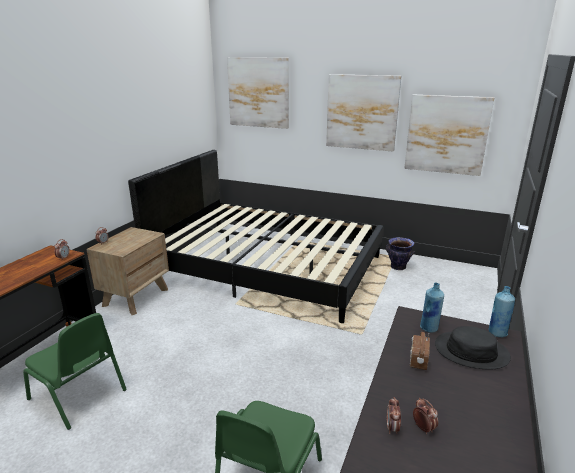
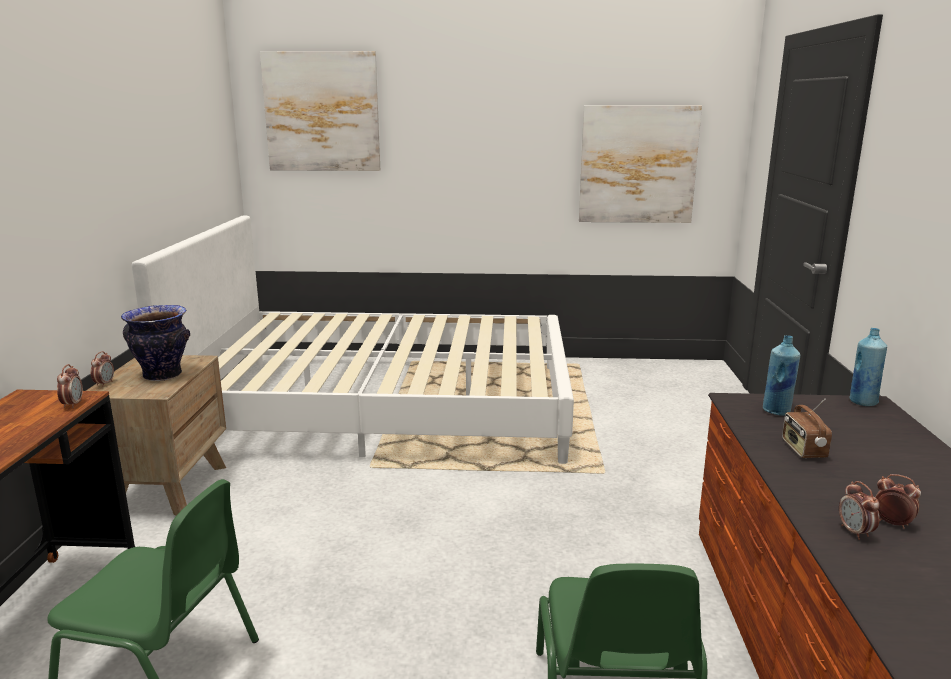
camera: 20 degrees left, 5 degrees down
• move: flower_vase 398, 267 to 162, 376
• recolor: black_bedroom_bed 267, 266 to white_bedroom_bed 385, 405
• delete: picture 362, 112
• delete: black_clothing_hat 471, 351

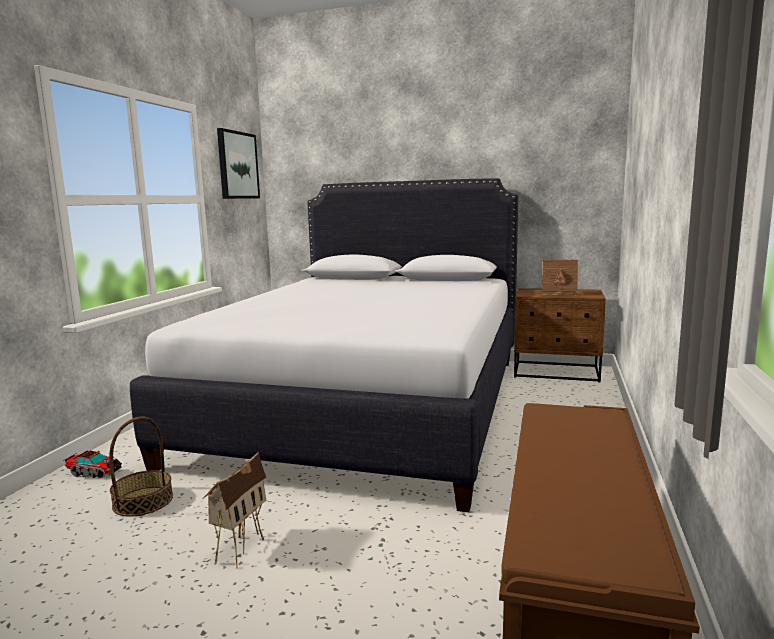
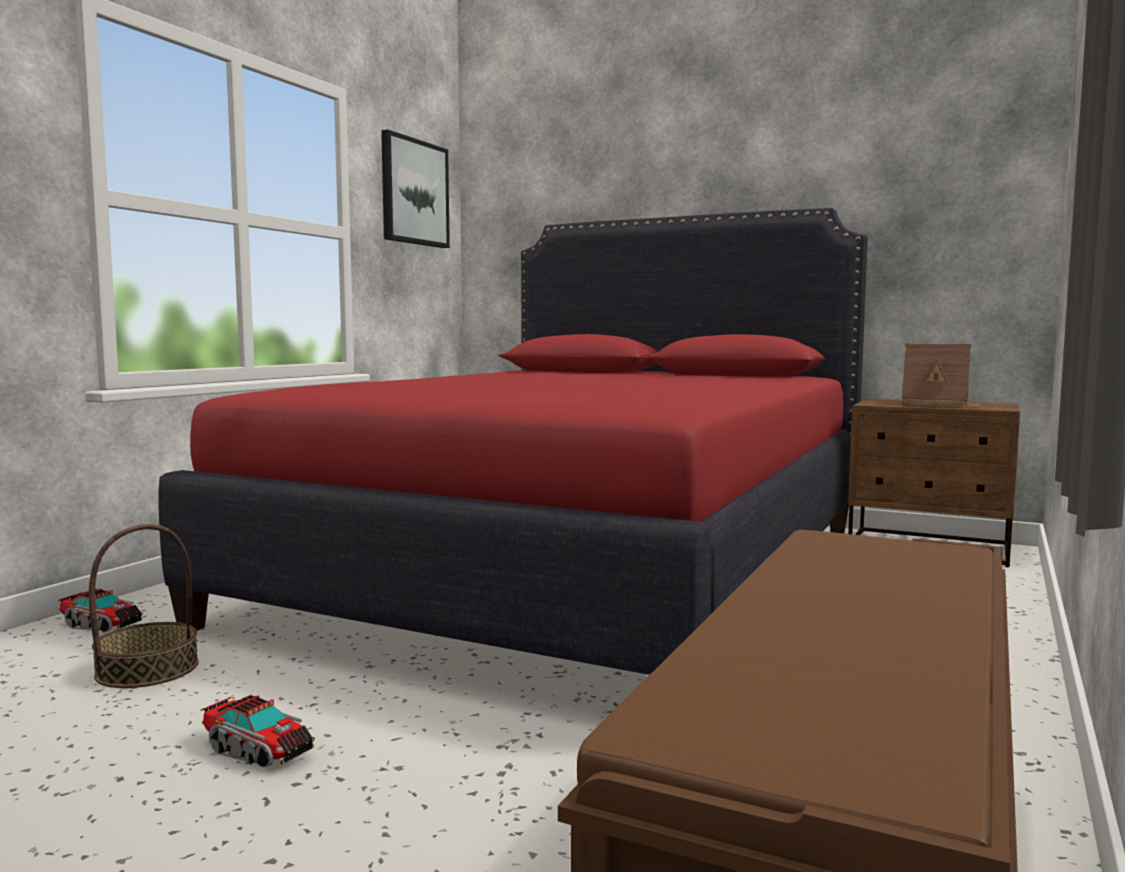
camera: 10 degrees right, 5 degrees down
• recolor: white_bedroom_bed 369, 404 to red_bedroom_bed 577, 570
• replace: model_house 239, 547 to model_truck 257, 750

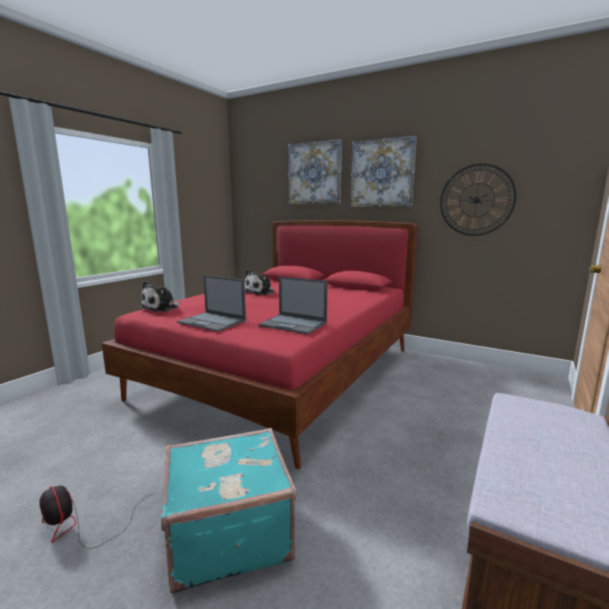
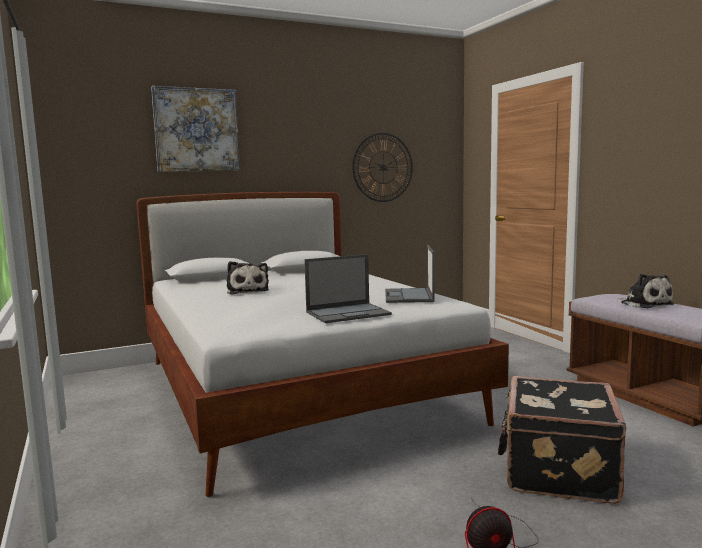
camera: 55 degrees left, 5 degrees down
• recolor: red_bedroom_bed 284, 373 to white_bedroom_bed 297, 390
• rotate: notebook_computer 294, 324 = 409, 296 120 degrees clockwise
• recolor: turquoise_travel_case 228, 533 to black_travel_case 557, 471
• move: plush_toy 162, 308 to 644, 304
• delete: picture 382, 173

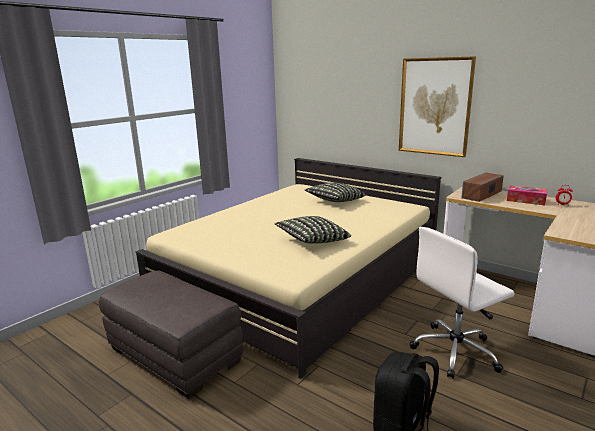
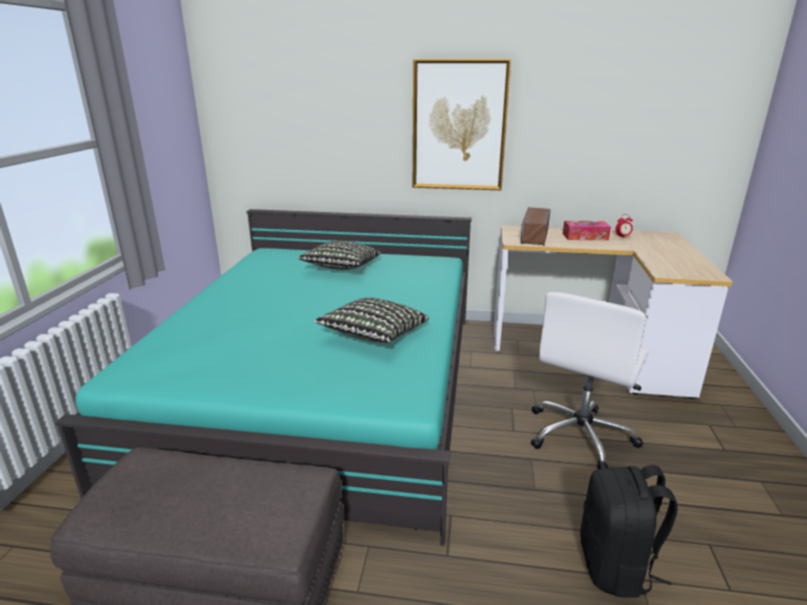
camera: 30 degrees left, 5 degrees up
• recolor: sand-coloured_bedroom_bed 300, 277 to turquoise_bedroom_bed 324, 387

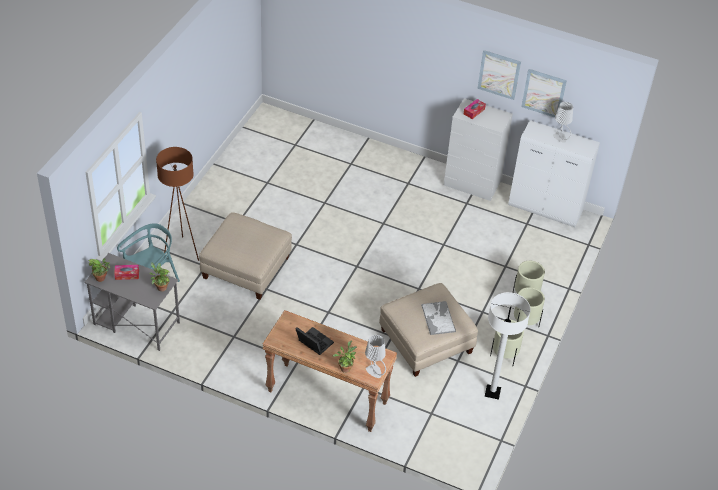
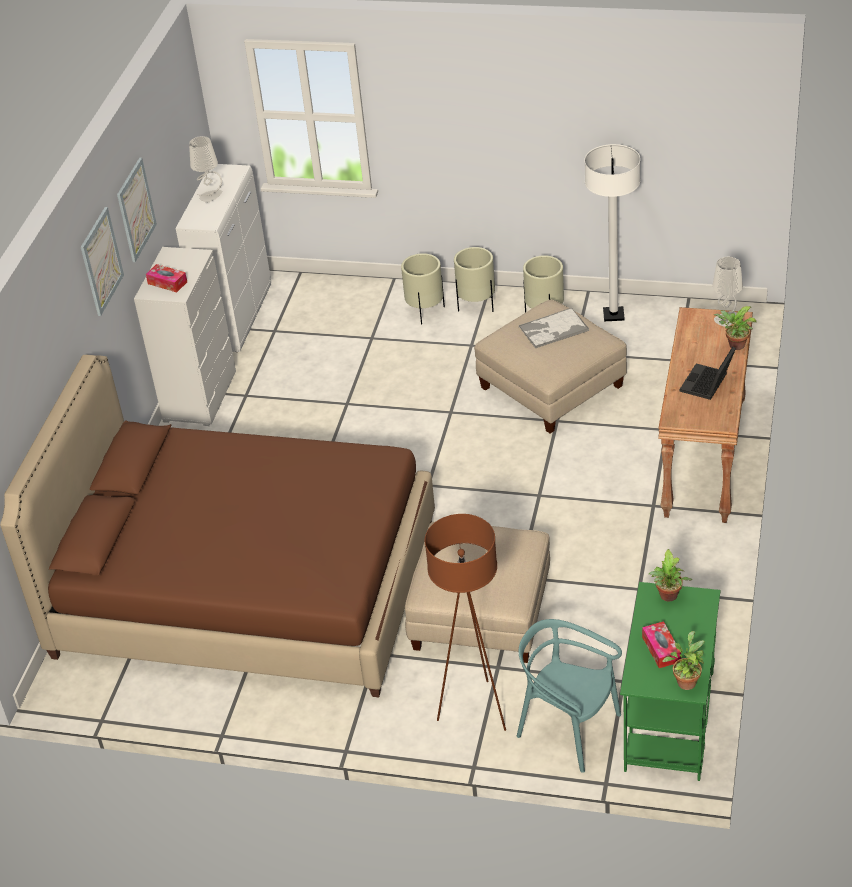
camera: 95 degrees left, 5 degrees down
• insert: brown-coloured_bedroom_bed 246, 588
• move: picture 544, 93 to 101, 261
• recolor: greyish_desk_table 136, 323 to green_desk_table 669, 721

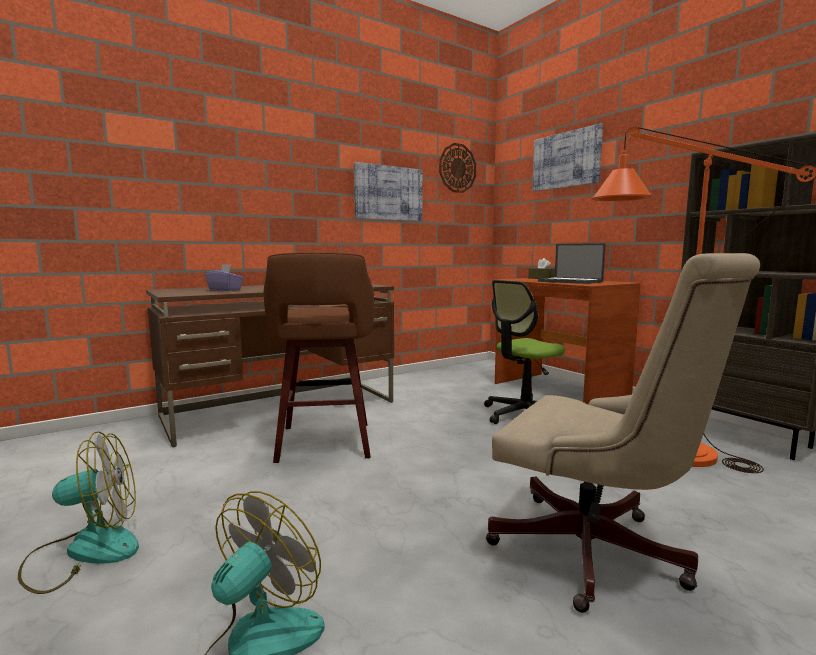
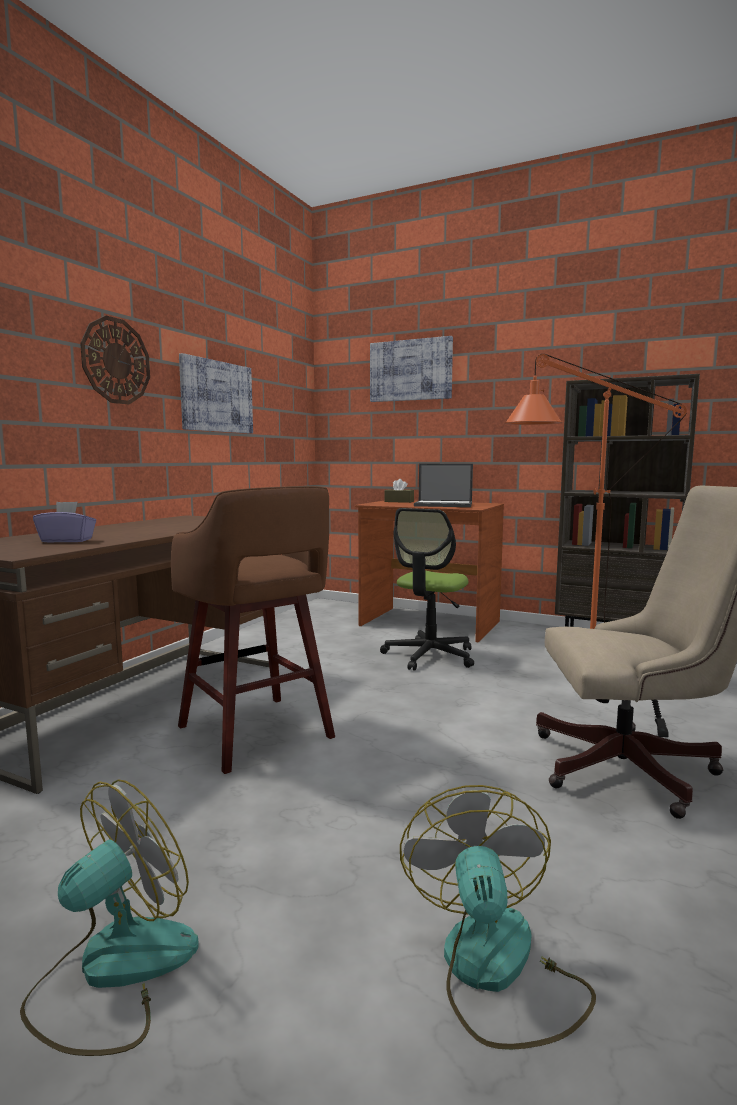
camera: 30 degrees left, 0 degrees up
• move: wall_clock 457, 168 to 116, 361

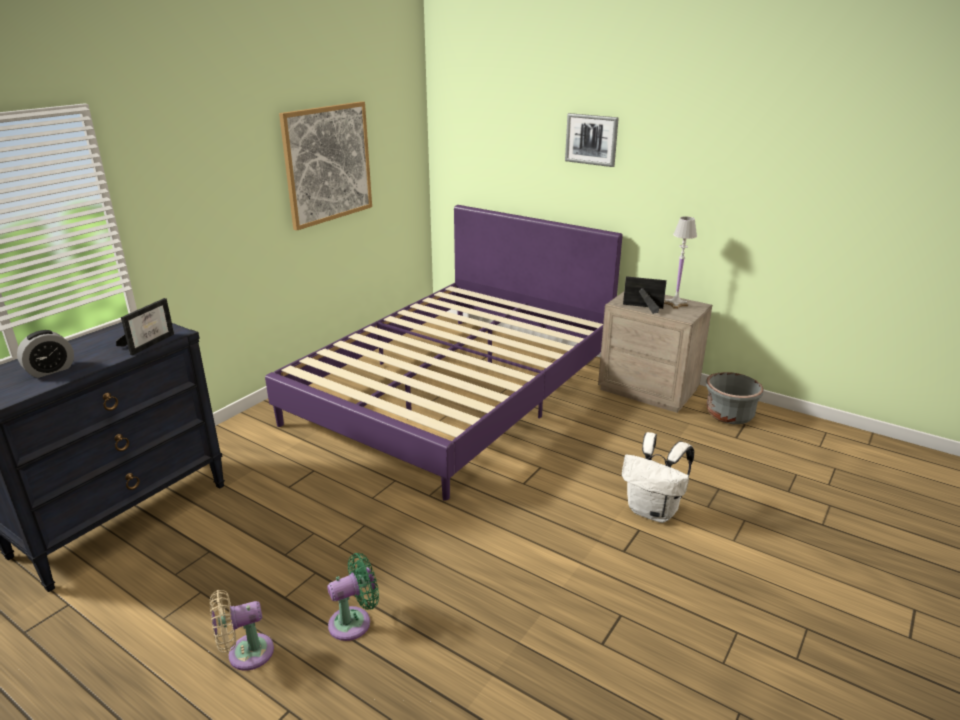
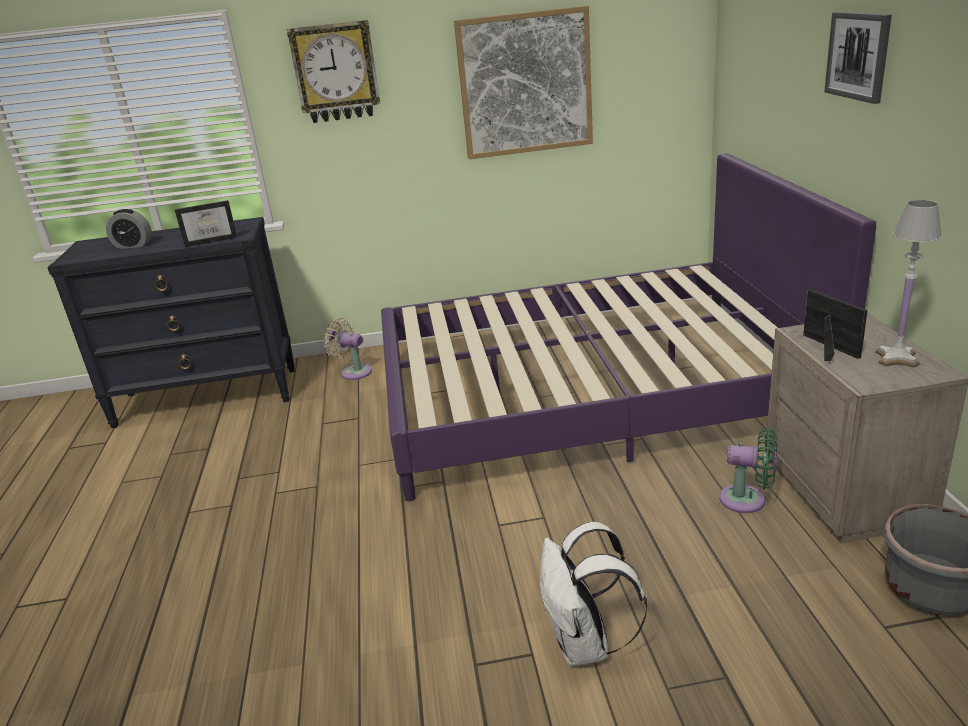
camera: 50 degrees right, 0 degrees up
• insert: wall_clock 335, 72
• move: sand-coloured_electric_fan 245, 653 to 353, 372
• move: green_electric_fan 354, 622 to 747, 500

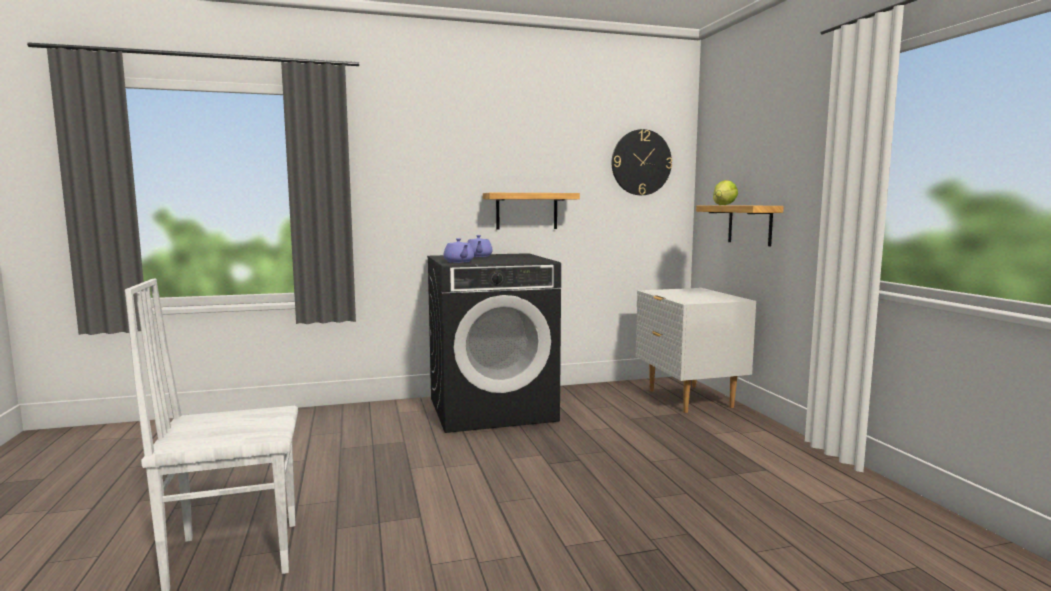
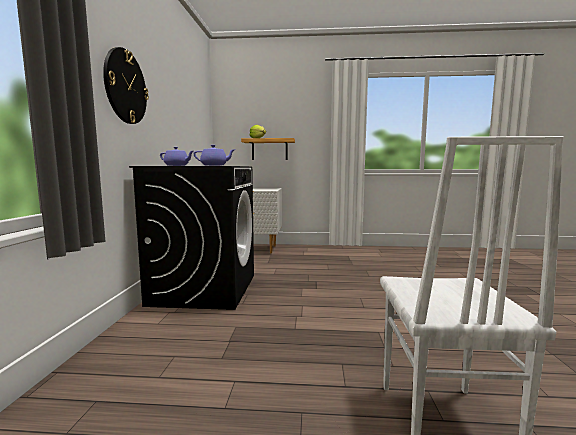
camera: 70 degrees left, 0 degrees up
• move: wall_clock 641, 162 to 125, 87
• delete: shelf 526, 211

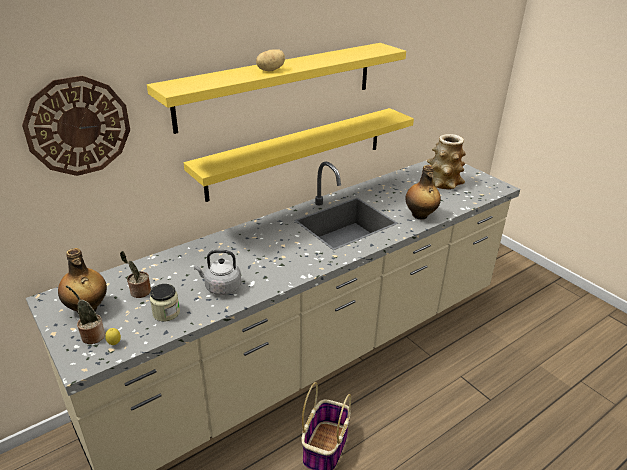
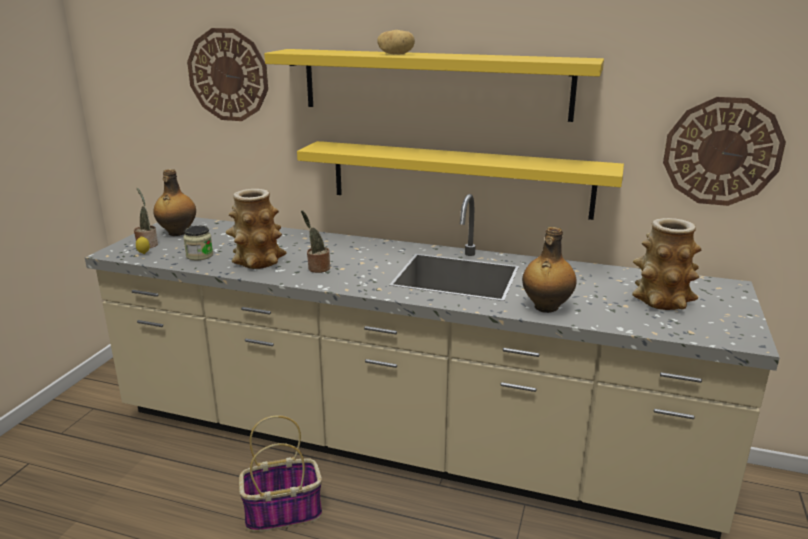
camera: 55 degrees right, 10 degrees down
• replace: greyish_water_kettle 221, 287 to flower_vase 258, 261
• move: potted_plant 139, 292 to 317, 268
• insert: wall_clock 722, 152

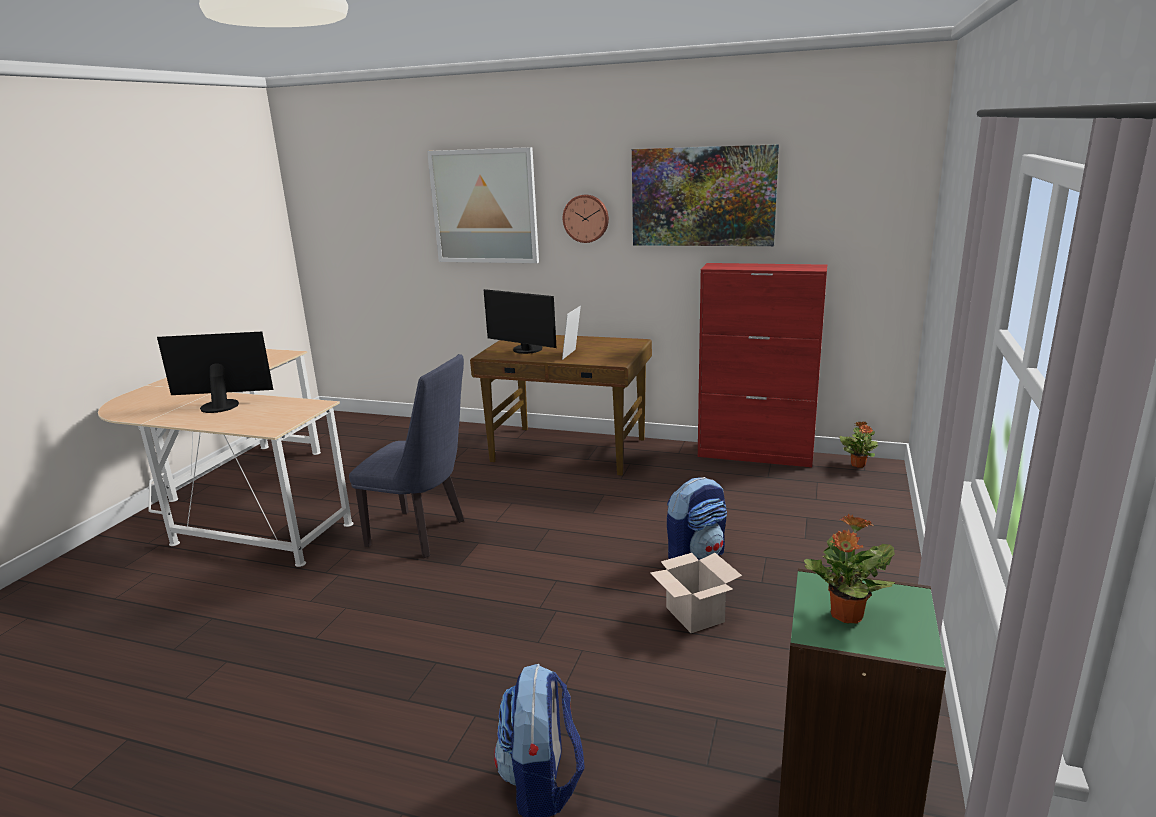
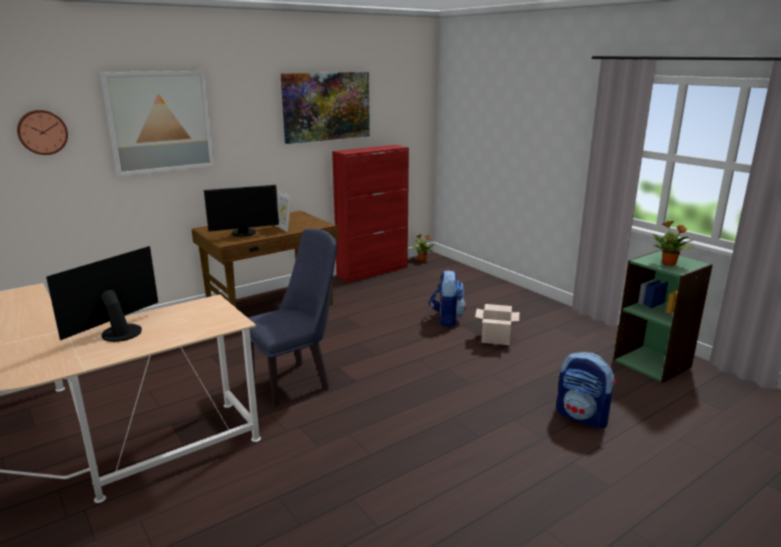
camera: 55 degrees left, 0 degrees up
• move: wall_clock 586, 218 to 42, 132

